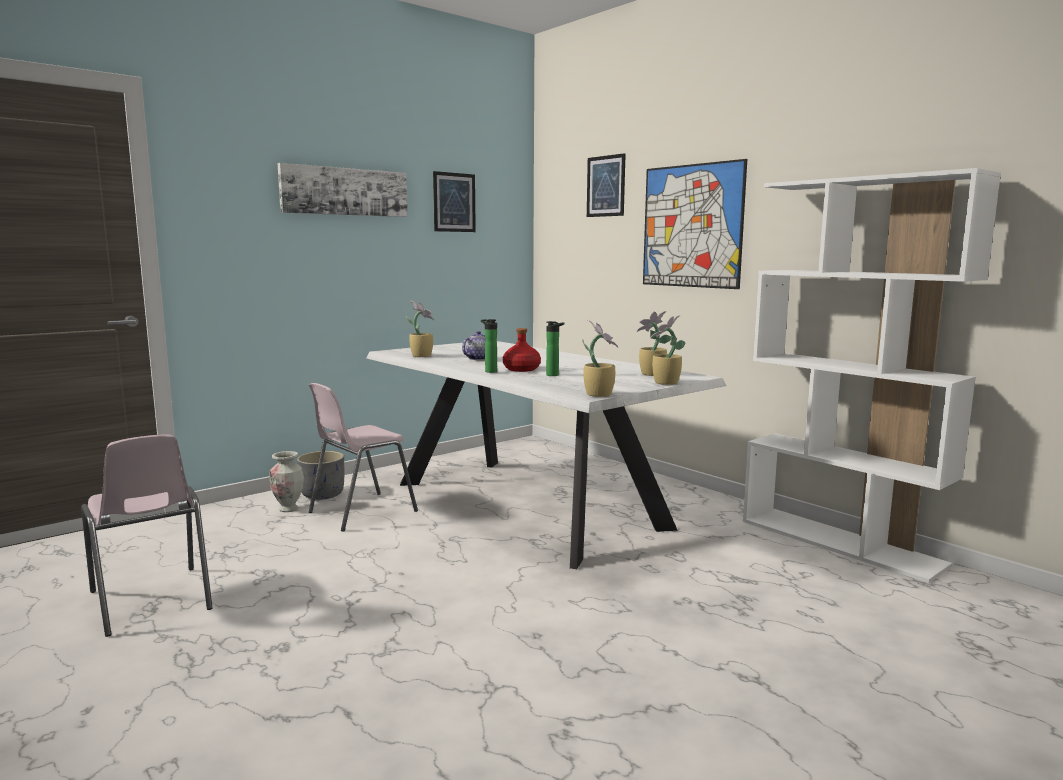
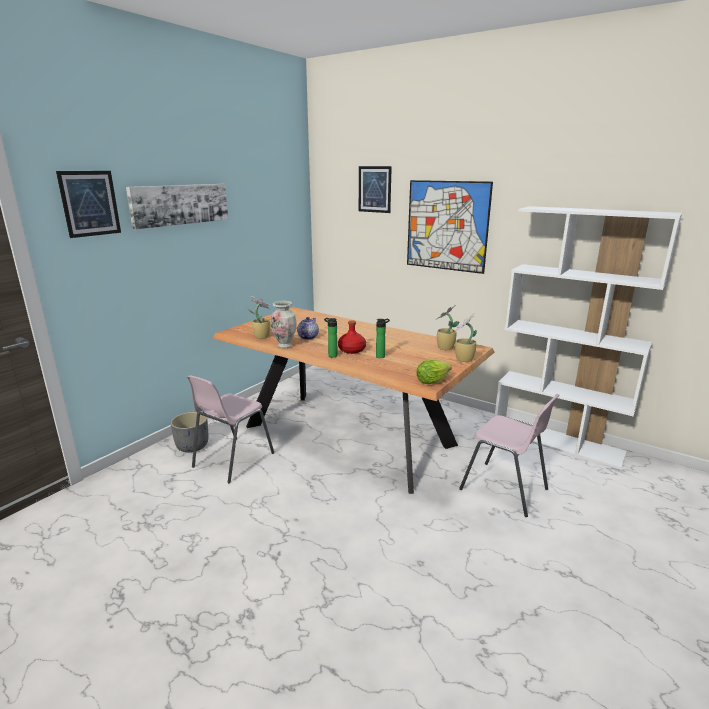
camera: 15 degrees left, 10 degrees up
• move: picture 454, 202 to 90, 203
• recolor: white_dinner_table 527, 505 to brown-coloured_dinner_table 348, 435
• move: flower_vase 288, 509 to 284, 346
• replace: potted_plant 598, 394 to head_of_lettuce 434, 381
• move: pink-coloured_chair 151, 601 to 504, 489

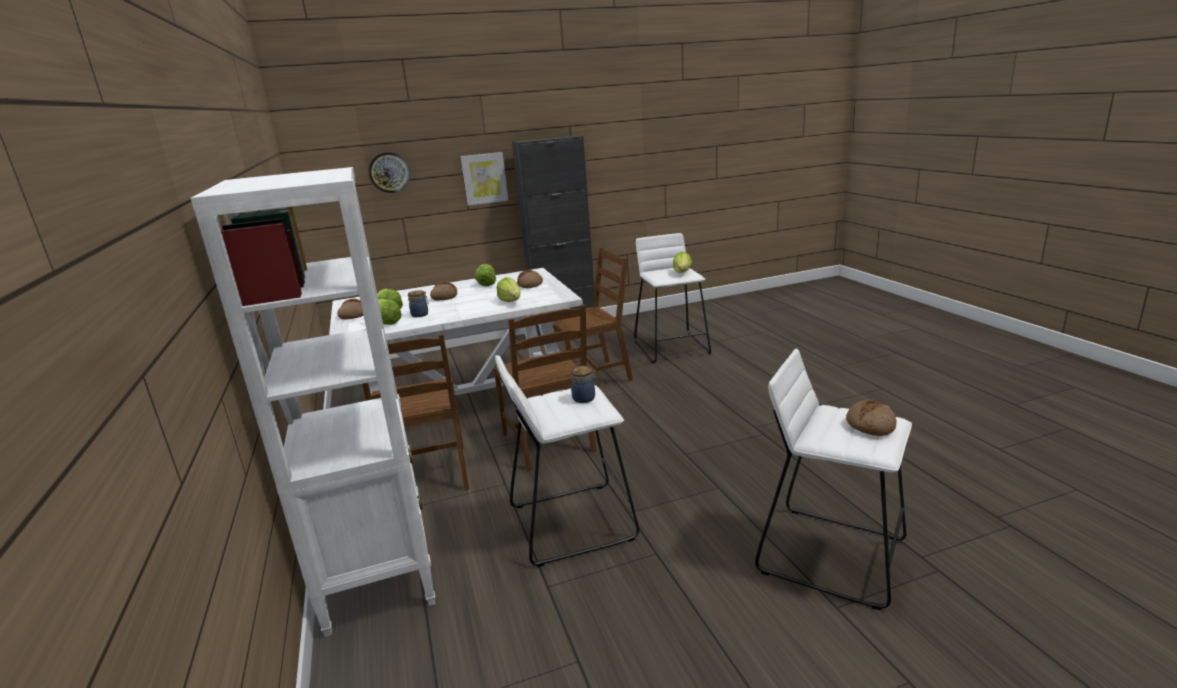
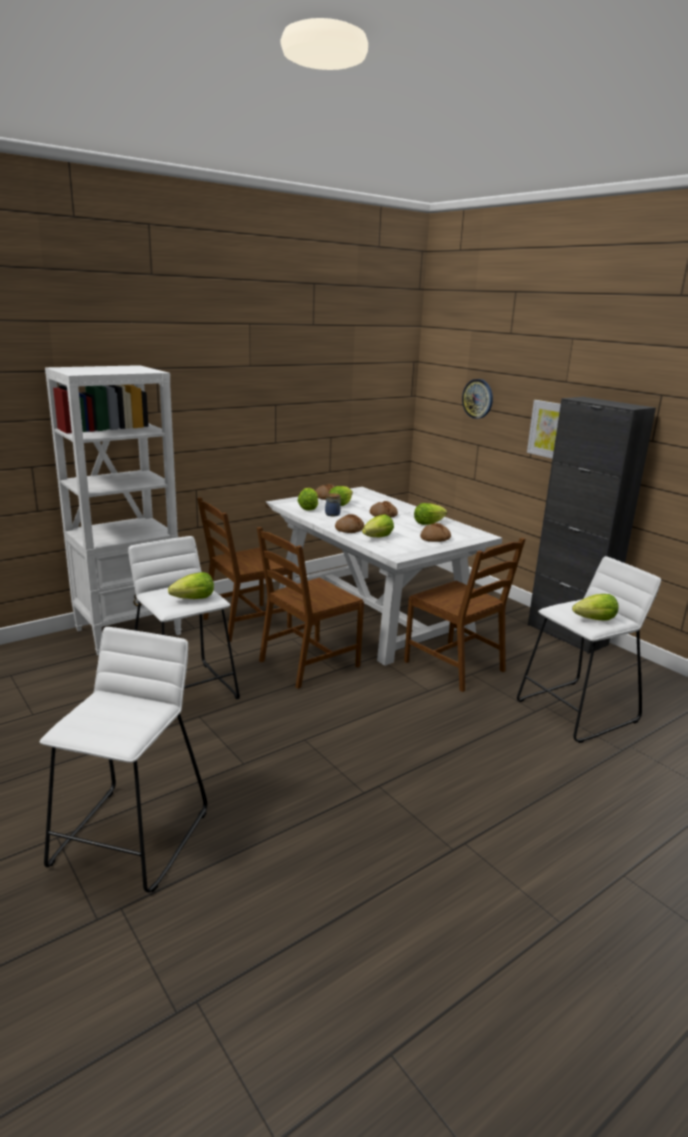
camera: 70 degrees right, 0 degrees up
• replace: jar 585, 398 to head_of_lettuce 194, 599
• move: bread 870, 425 to 349, 529

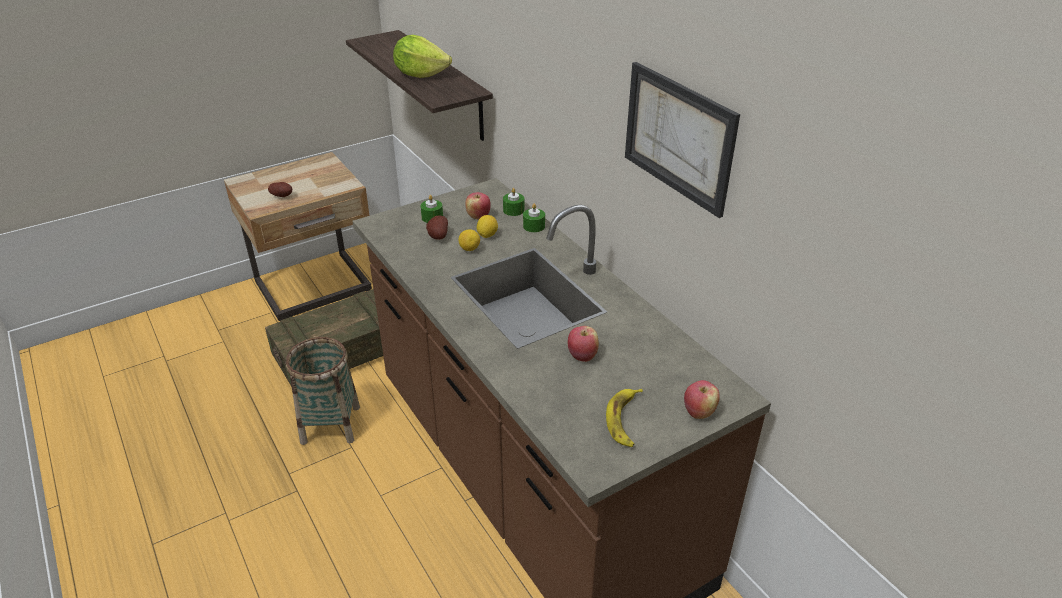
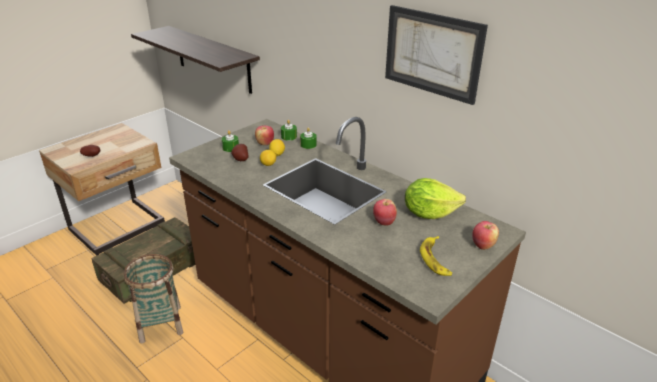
camera: 15 degrees left, 5 degrees down
• move: head_of_lettuce 421, 74 to 429, 213

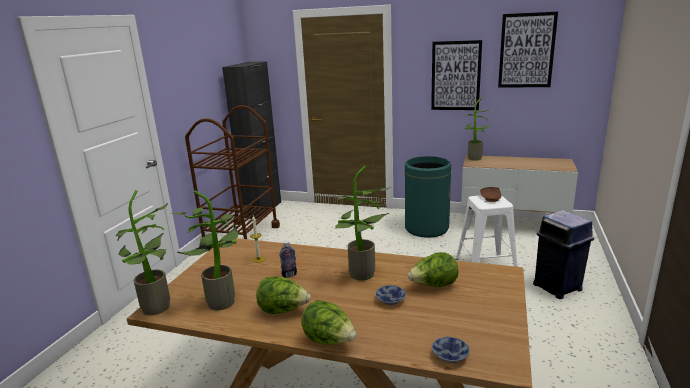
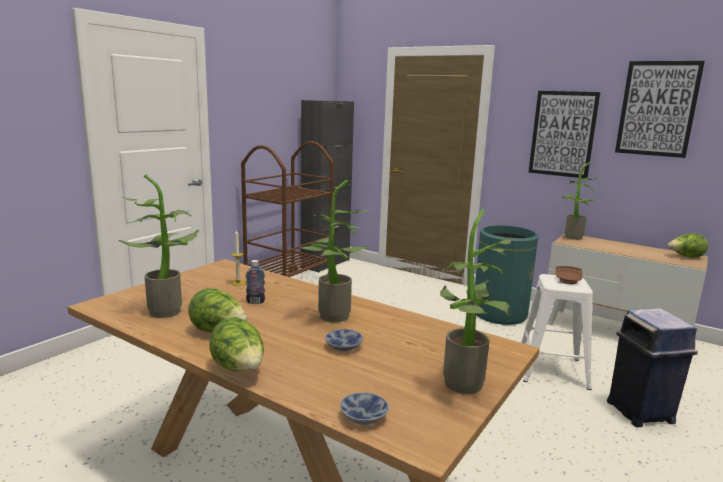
camera: 15 degrees right, 5 degrees down
• move: potted_plant 158, 309 to 468, 386
• move: head_of_lettuce 433, 286 to 685, 257

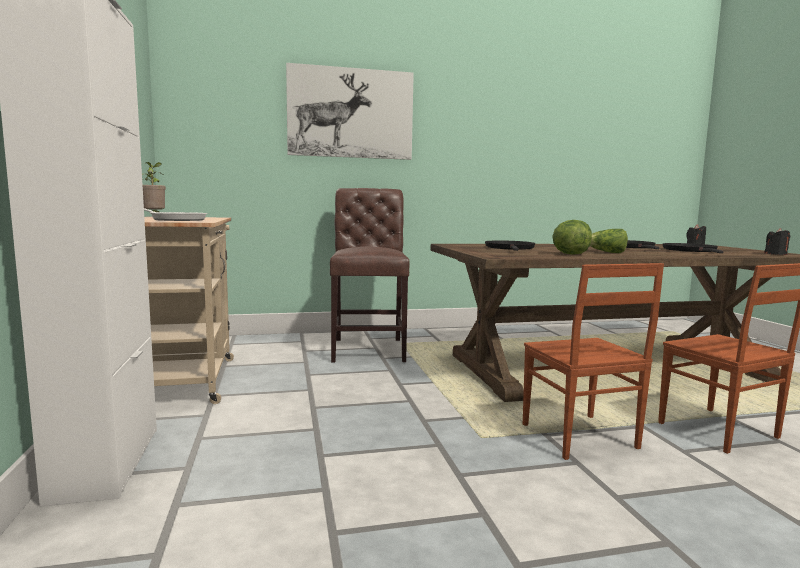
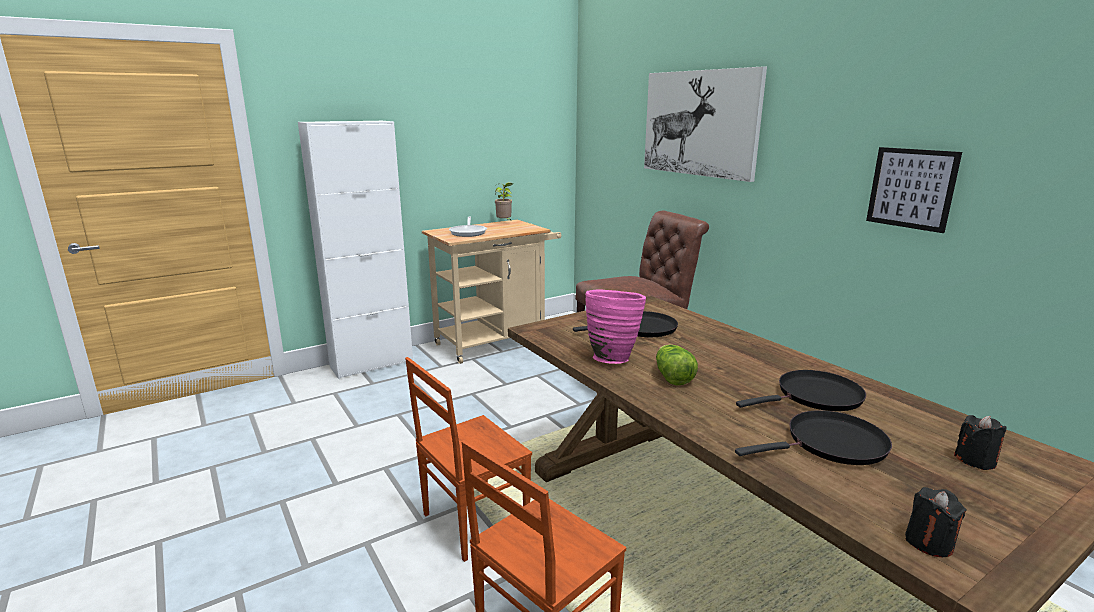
camera: 70 degrees right, 10 degrees up
• replace: head_of_lettuce 569, 254 to pink-coloured_flower_vase 612, 358
• insert: picture 911, 188

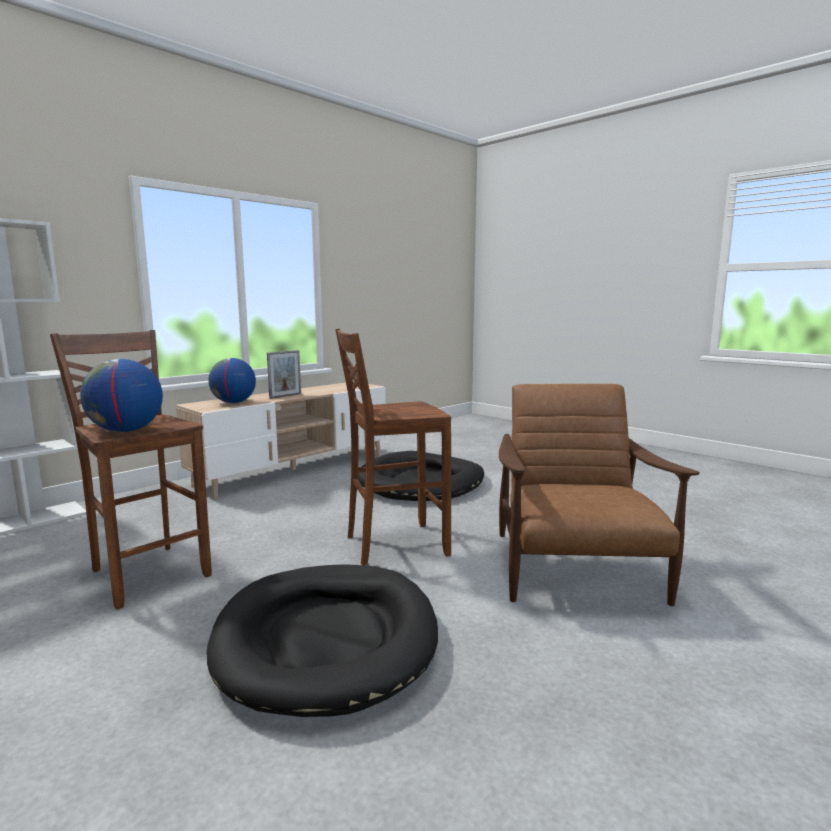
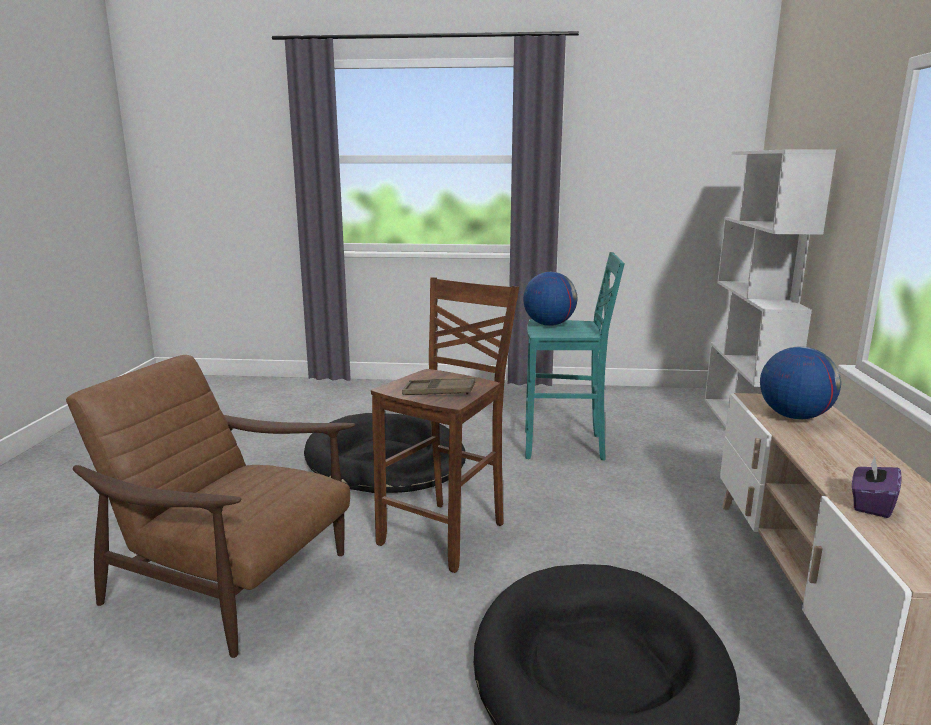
camera: 140 degrees right, 5 degrees up
• rotate: brown-coloured_easy_chair 575, 569 = 233, 581 150 degrees clockwise
• insert: brown-coloured_serving_tray 439, 392
• recolor: brown-coloured_stool 148, 572 to turquoise_stool 566, 446
• insert: purple-coloured_tissue_box 871, 504
• delete: picture_frame 285, 396

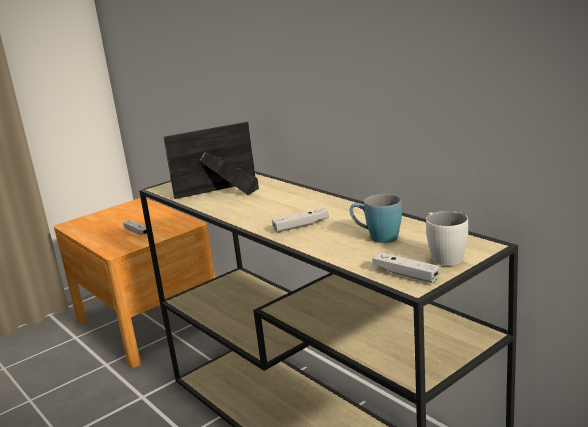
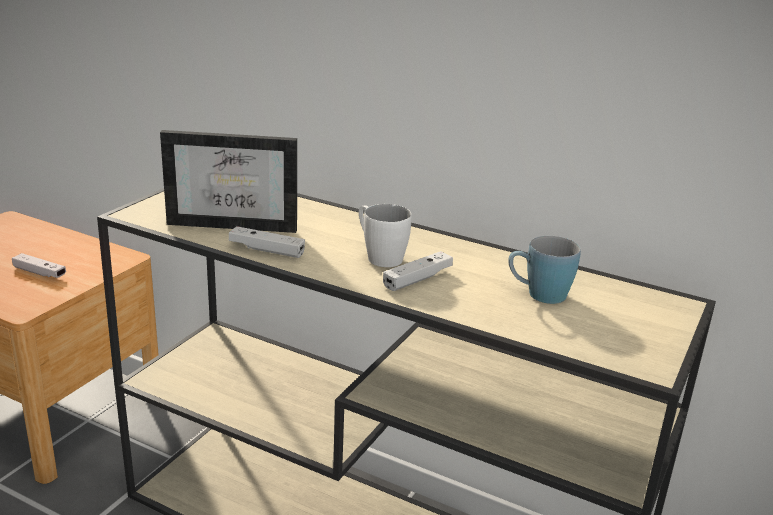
camera: 25 degrees left, 5 degrees up
• rotate: picture_frame 216, 192 = 237, 222 135 degrees counterclockwise
• move: white_game_controller 405, 274 to 266, 250
• move: white_tea_mug 442, 256 to 379, 256

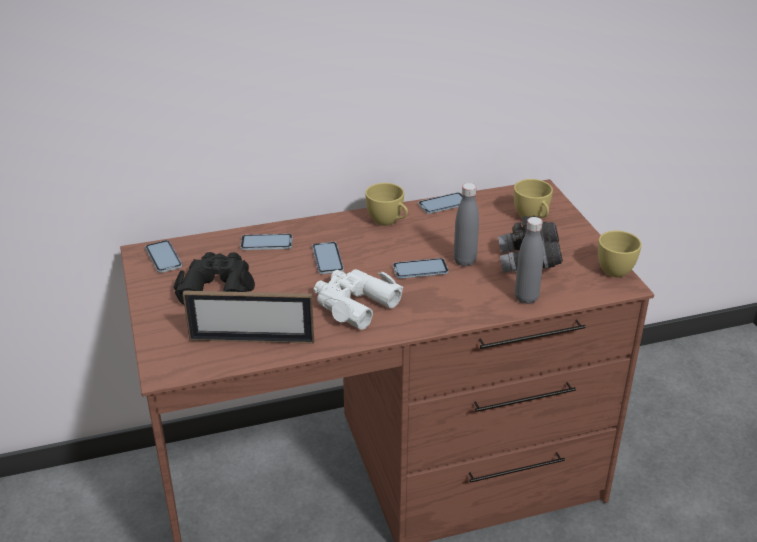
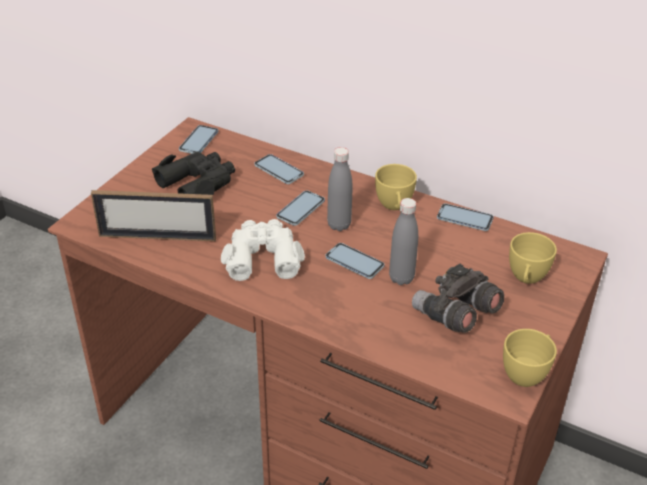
camera: 45 degrees right, 5 degrees up
• rotate: picture_frame 251, 340 = 157, 237 45 degrees counterclockwise
• move: greyish_bottle 526, 298 to 339, 225

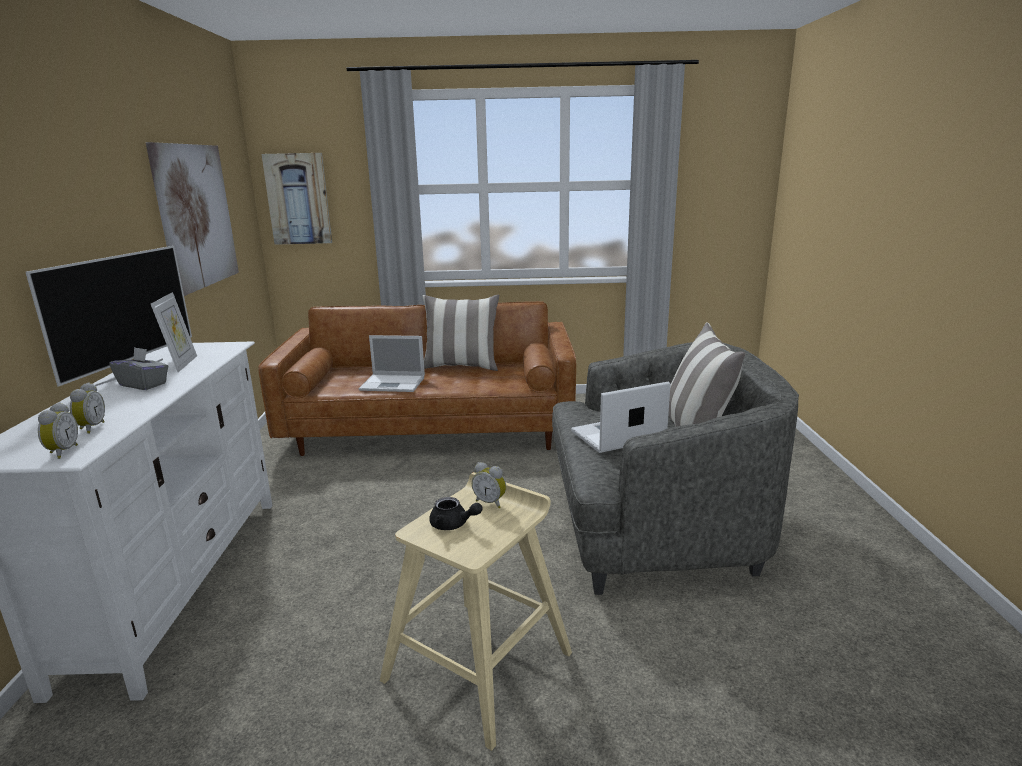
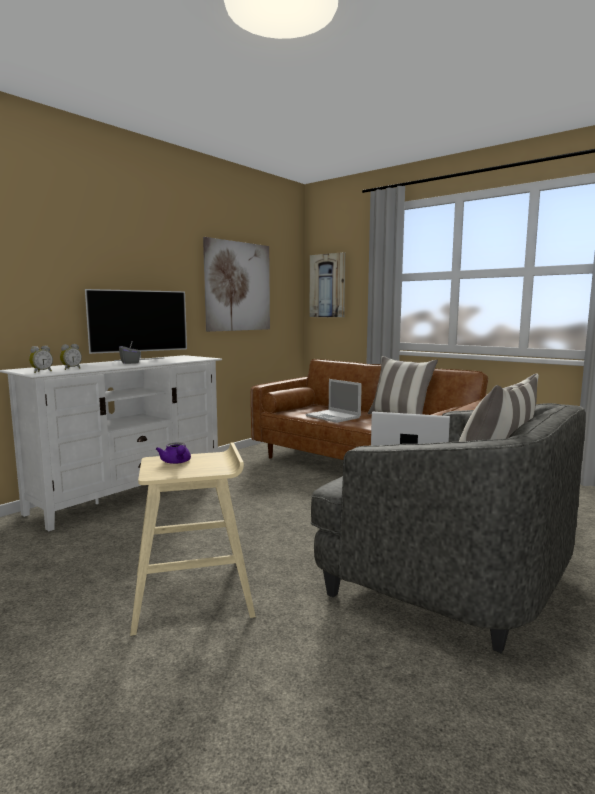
camera: 40 degrees right, 10 degrees down
• recolor: black_teapot 453, 525 to purple-coloured_teapot 176, 462
• delete: picture_frame 182, 364
• delete: alarm_clock 490, 502

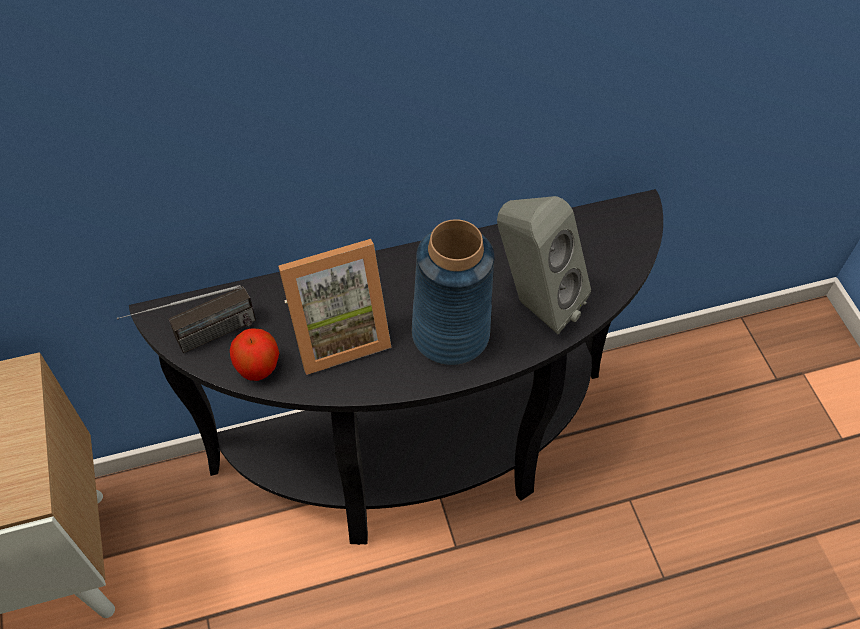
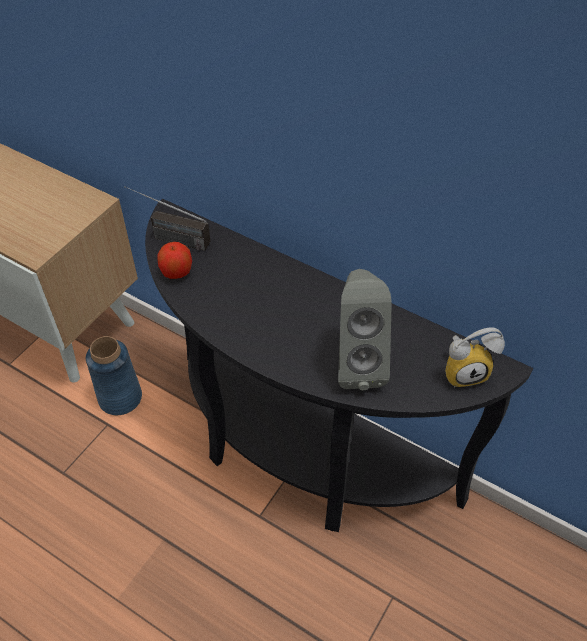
camera: 50 degrees right, 5 degrees down
• move: bluish_flower_vase 449, 334 to 120, 397
• insert: alarm_clock 465, 371
• delete: picture_frame 337, 333

